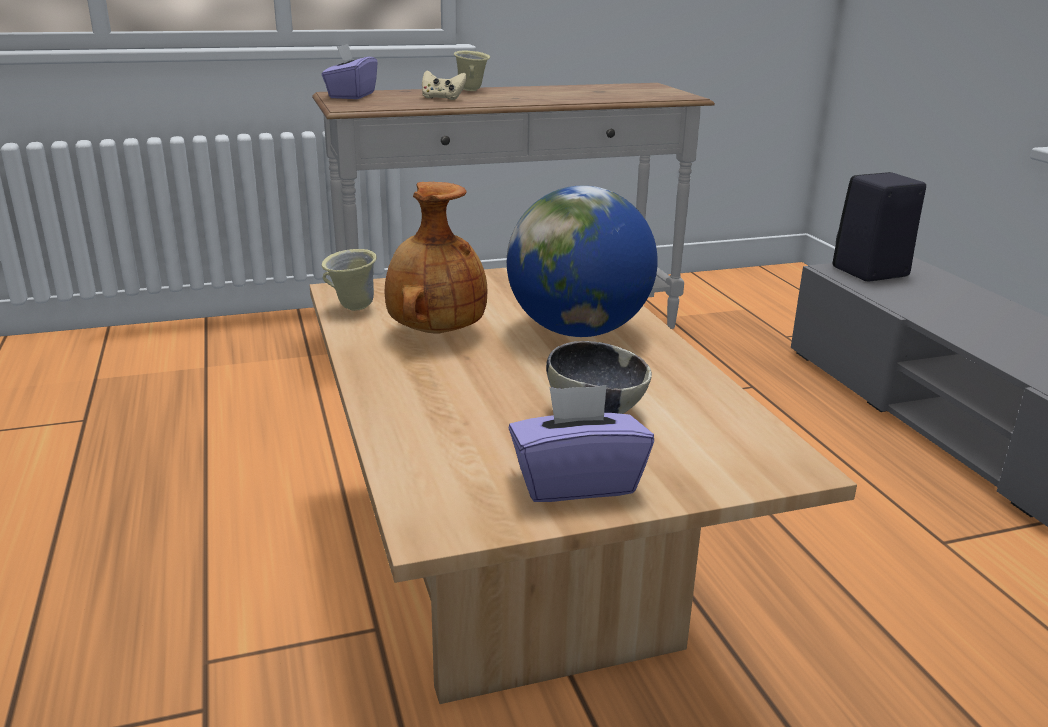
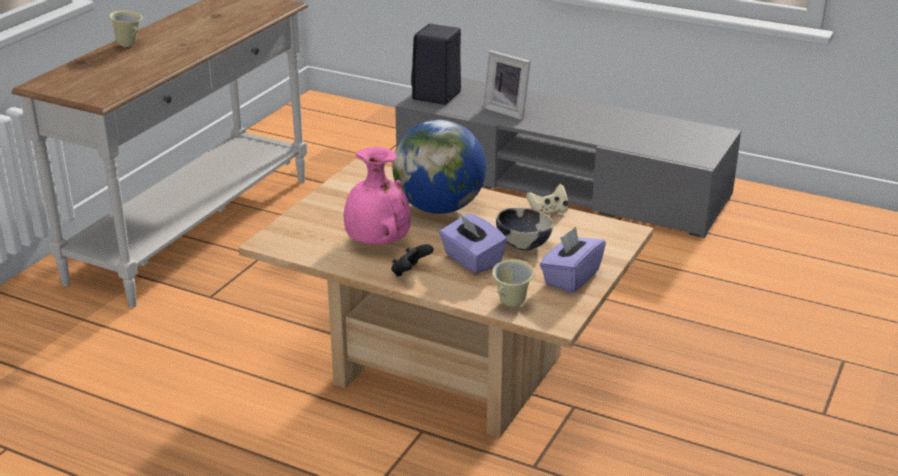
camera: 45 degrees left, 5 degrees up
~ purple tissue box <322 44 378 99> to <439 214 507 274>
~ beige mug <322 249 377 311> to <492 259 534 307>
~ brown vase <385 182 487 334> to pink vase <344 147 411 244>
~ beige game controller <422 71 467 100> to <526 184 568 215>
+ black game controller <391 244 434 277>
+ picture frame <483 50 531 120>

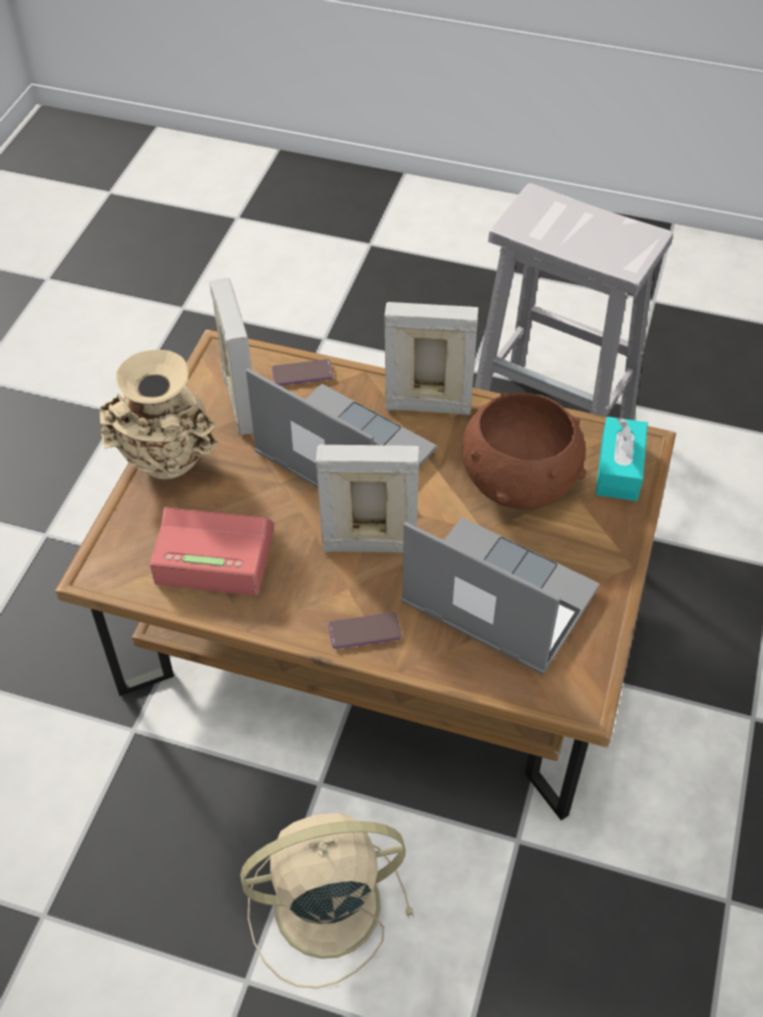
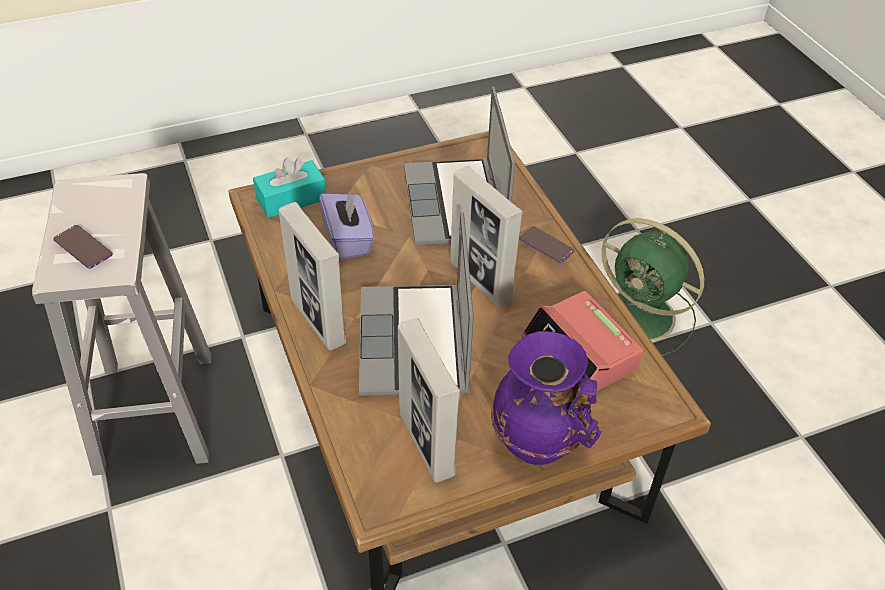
camera: 130 degrees left, 5 degrees down
~ beige vase <100 350 218 479> to purple vase <491 331 602 465>
~ picture frame <209 278 253 435> = <398 318 460 482> 60 degrees counterclockwise
~ beige fan <240 813 414 989> to green fan <601 218 704 356>
~ phone <272 359 333 386> to <53 225 113 269>
~ brown bowl <463 392 586 509> to purple tissue box <319 190 375 260>

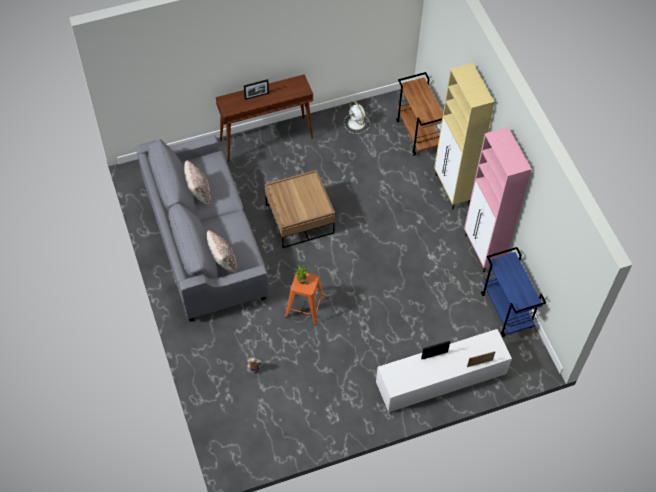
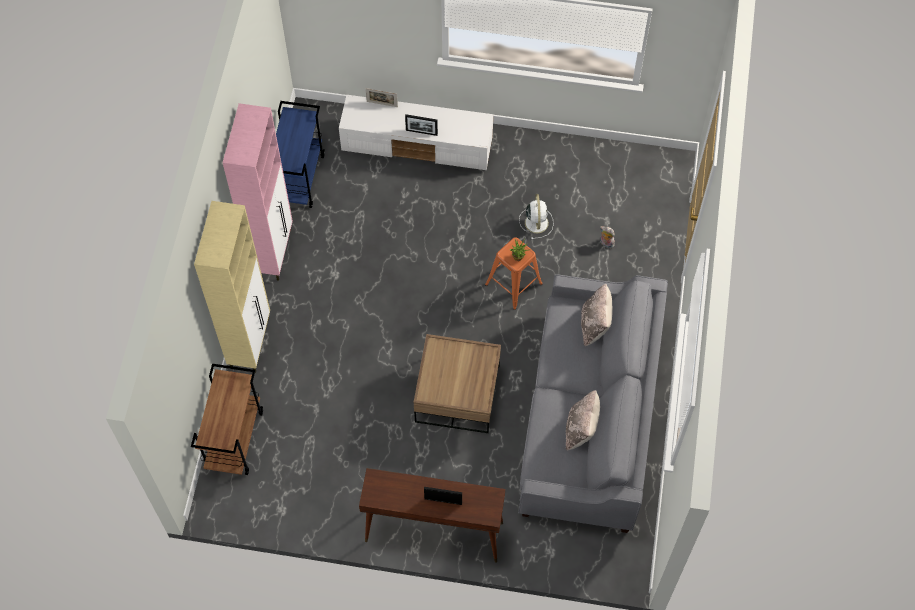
camera: 150 degrees left, 5 degrees up
~ white fan <344 101 370 134> to <519 194 554 239>

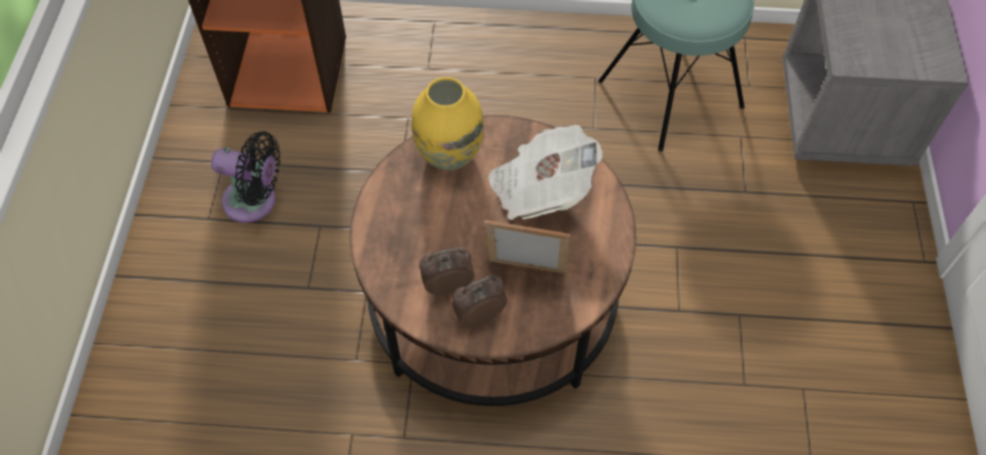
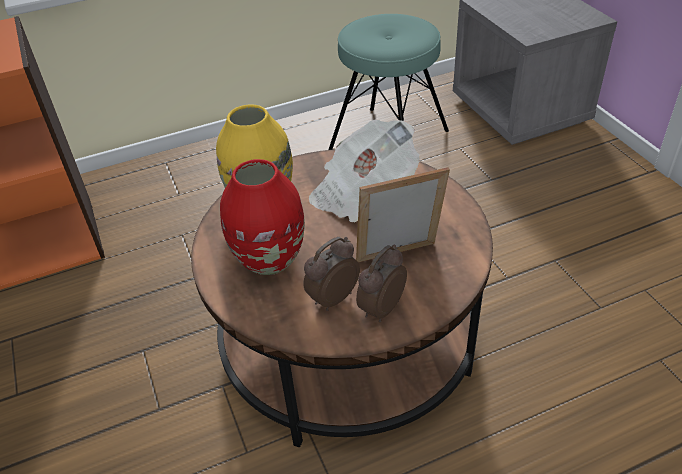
camera: 25 degrees left, 15 degrees down
- black fan <211 131 280 223>
+ red vase <220 159 305 275>

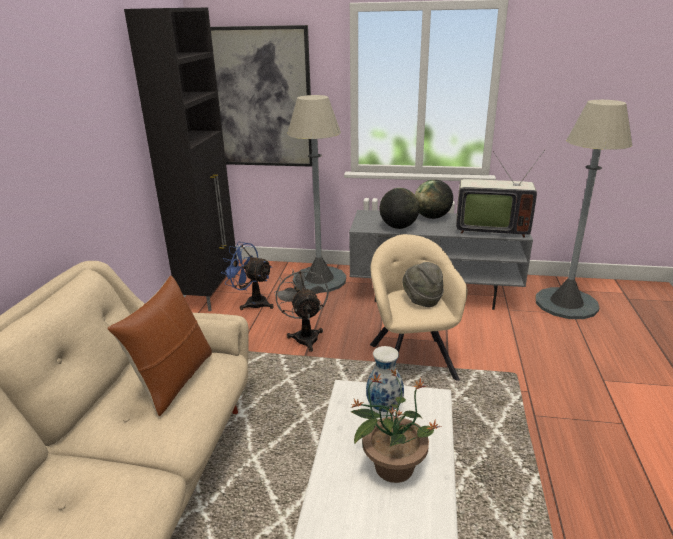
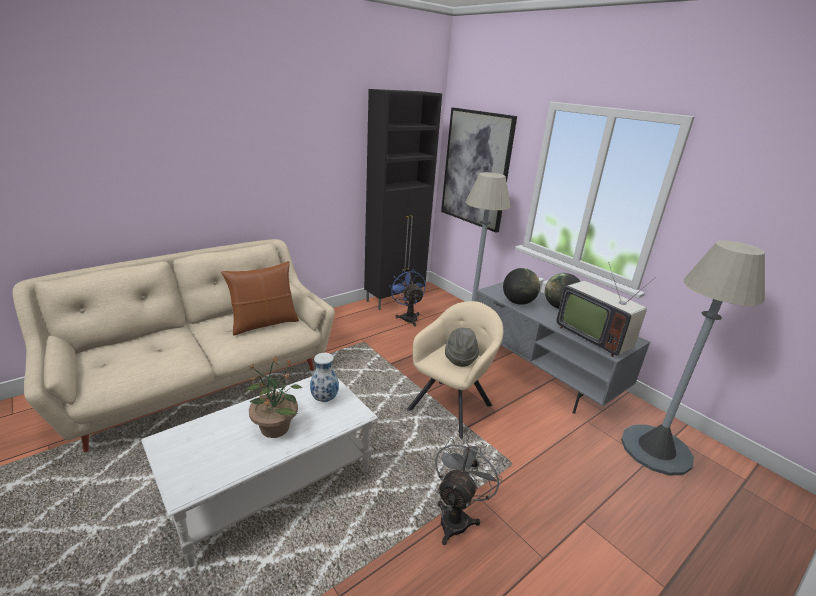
camera: 40 degrees right, 0 degrees up
~ grey fan <274 267 328 352> to <435 436 502 545>

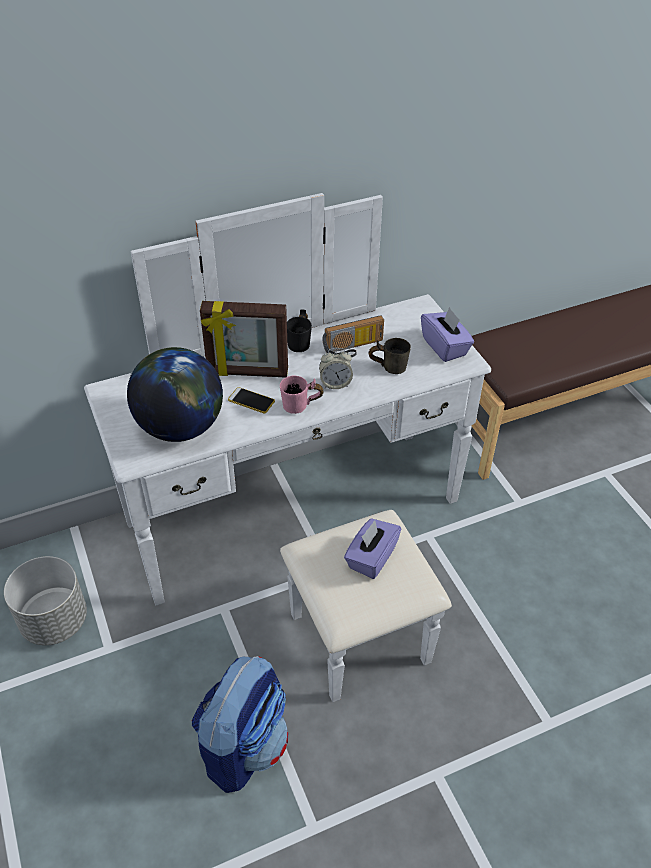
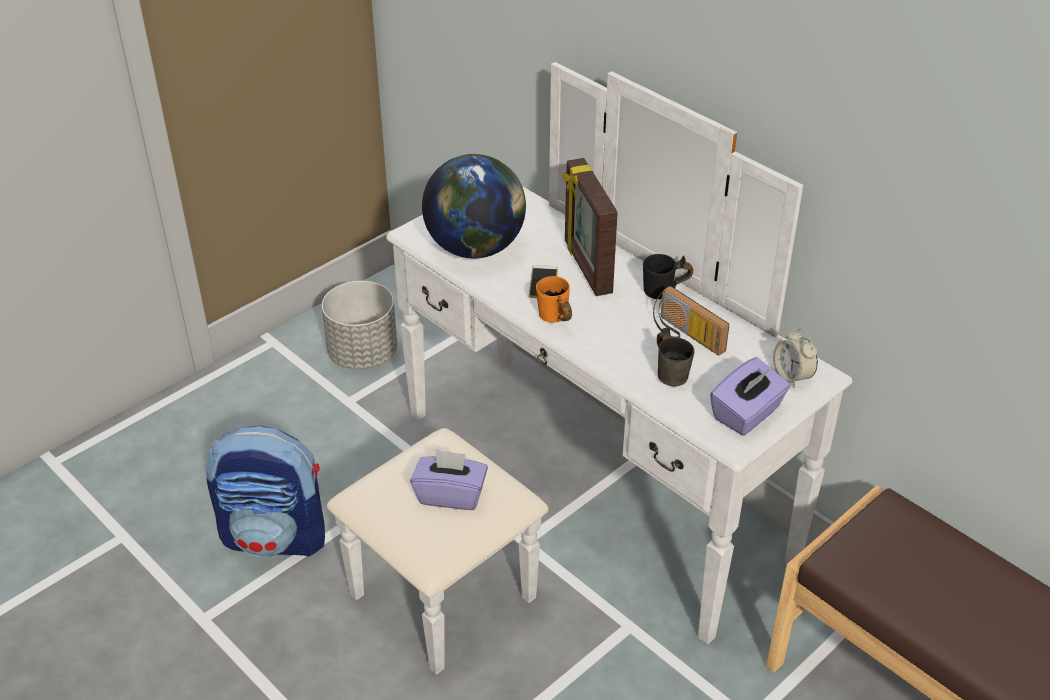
camera: 70 degrees right, 5 degrees down
~ pink mug <280 376 323 414> to orange mug <536 276 572 323>
~ alarm clock <319 348 353 389> to <773 328 818 388>

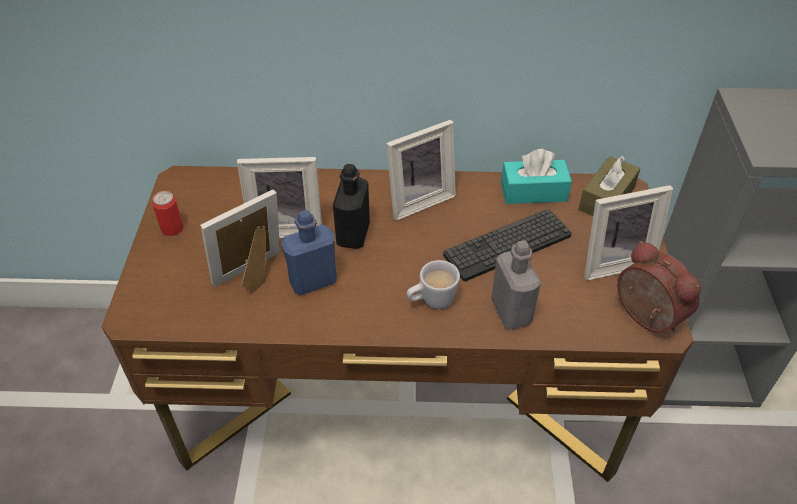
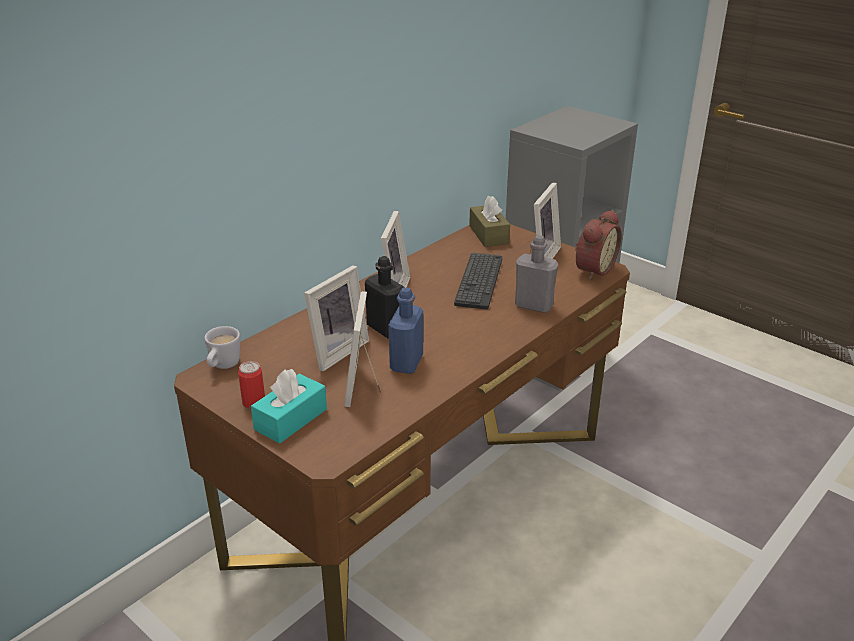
camera: 50 degrees left, 15 degrees down
~ white mug <407 260 460 309> to <204 326 240 369>
~ turquoise tissue box <501 149 572 204> to <251 369 327 444>
~ alarm clock <617 241 701 333> = <575 210 621 280> 120 degrees clockwise

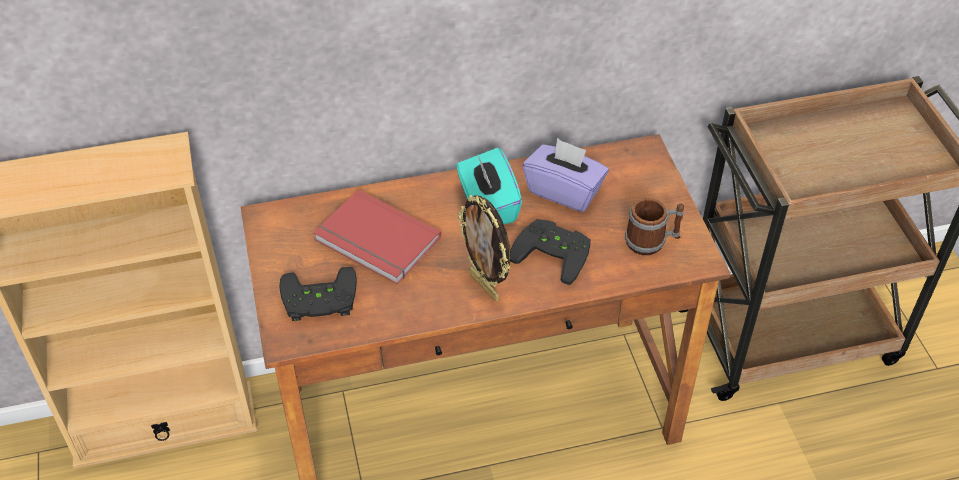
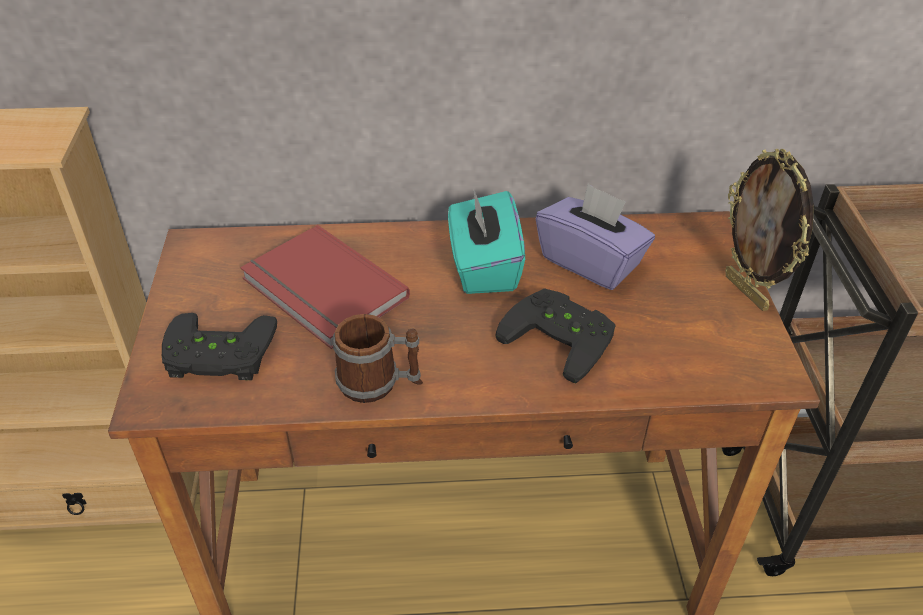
camera: 10 degrees right, 5 degrees down
~ picture frame <457 195 511 301> to <725 149 814 311>
~ mug <625 198 684 255> to <333 314 423 403>

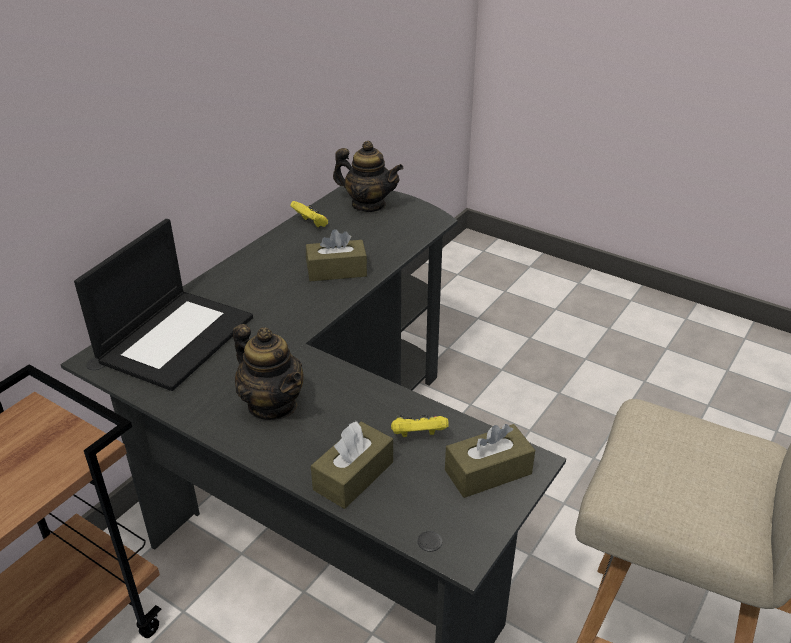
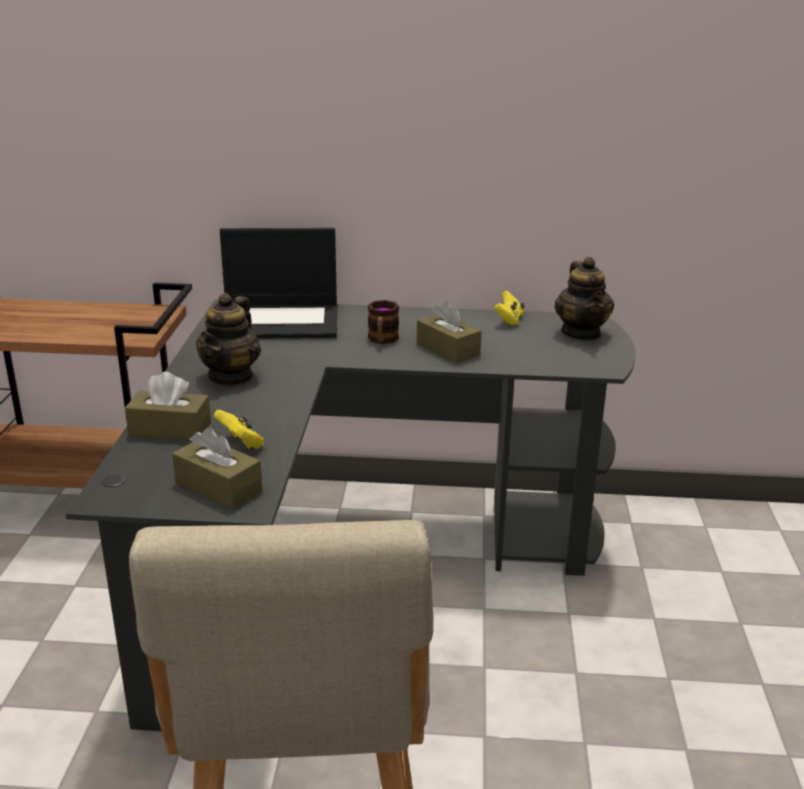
camera: 60 degrees right, 10 degrees down
+ mug <368 300 399 344>

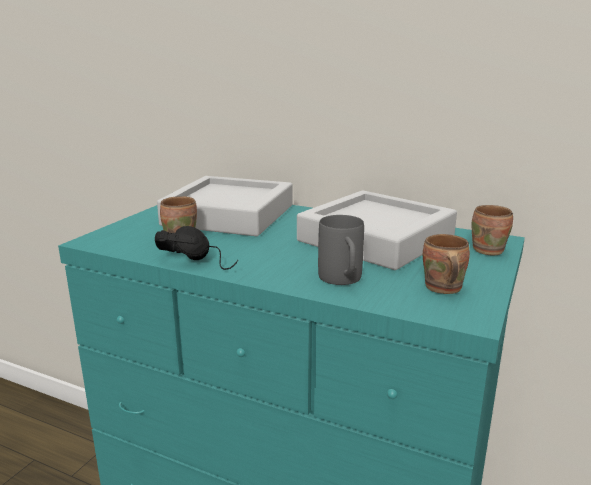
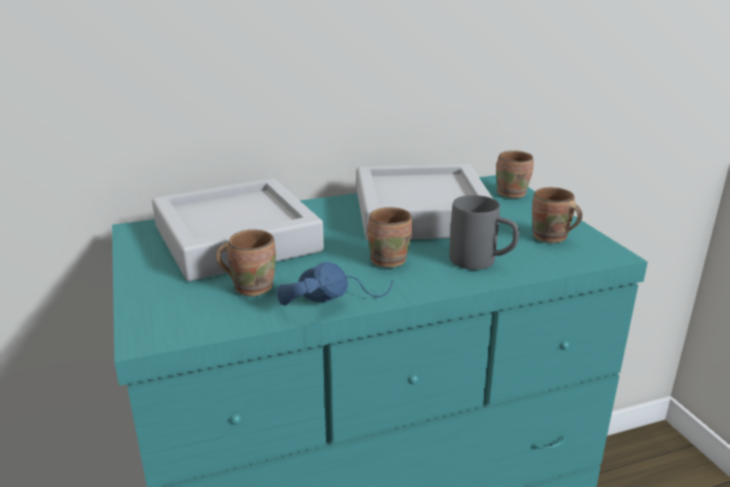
camera: 45 degrees left, 5 degrees up
~ black headphones <155 226 238 270> to blue headphones <277 262 393 306>
+ brown mug <367 207 412 268>

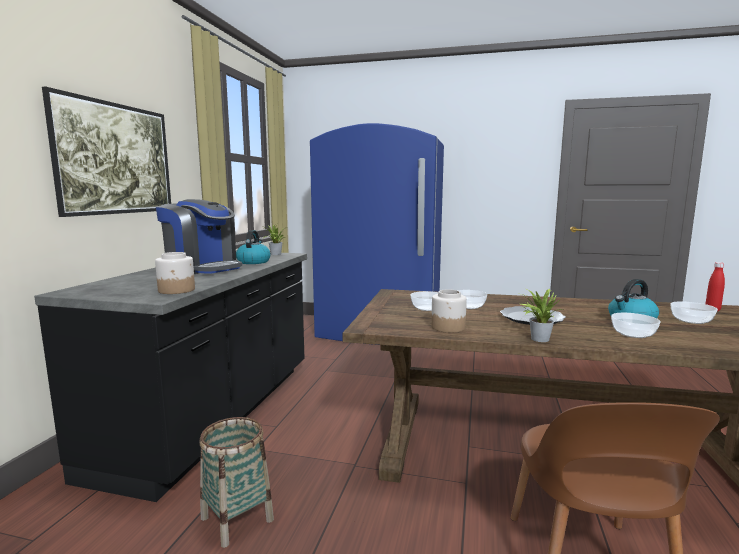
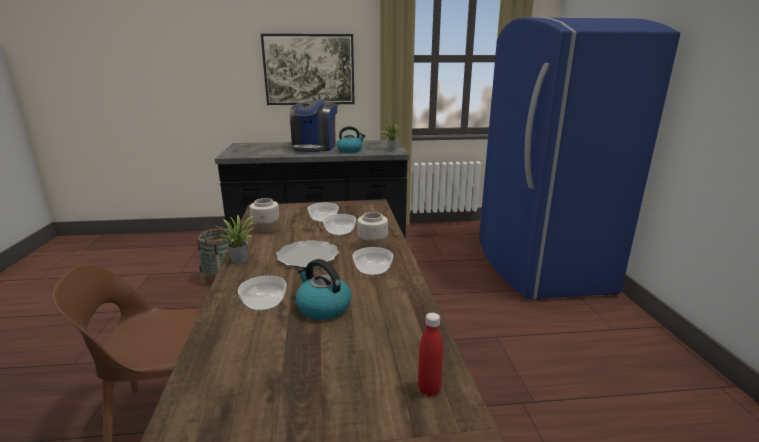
camera: 70 degrees right, 10 degrees up
~ jar <155 252 195 294> to <357 212 388 249>
~ bowl <670 301 718 324> to <352 247 393 275>

